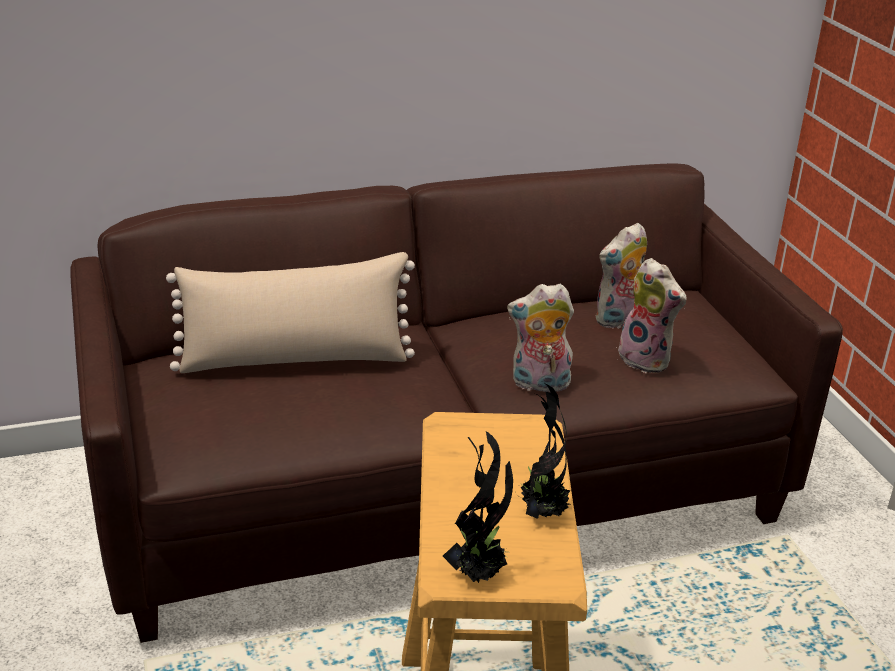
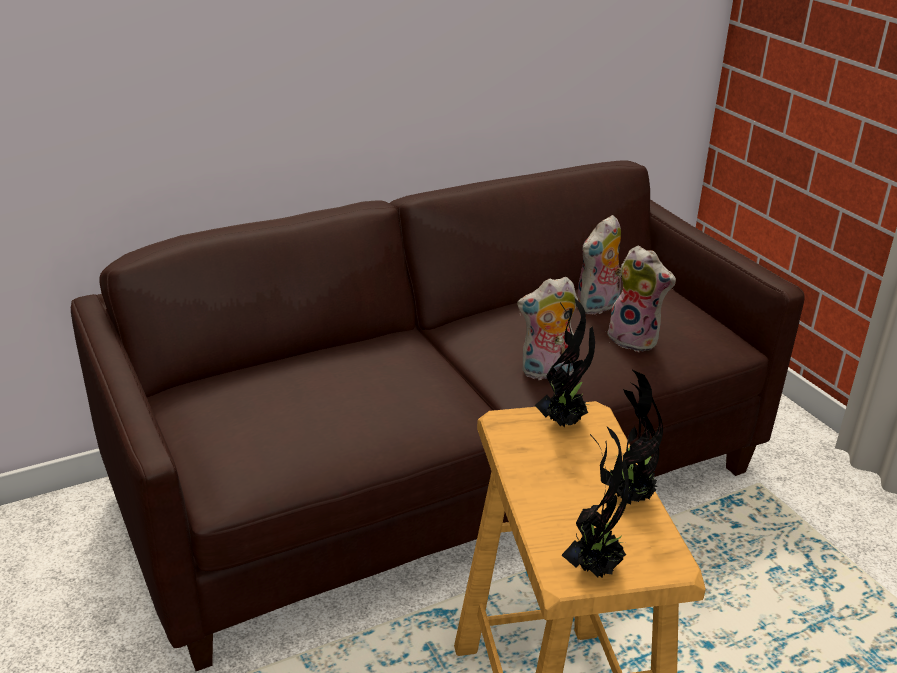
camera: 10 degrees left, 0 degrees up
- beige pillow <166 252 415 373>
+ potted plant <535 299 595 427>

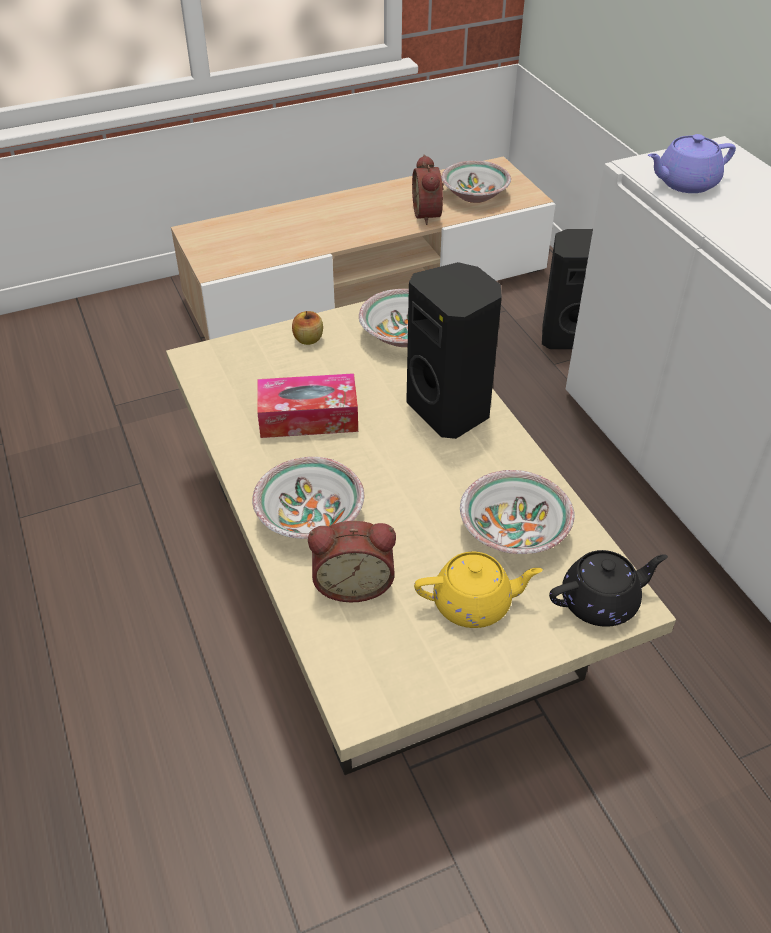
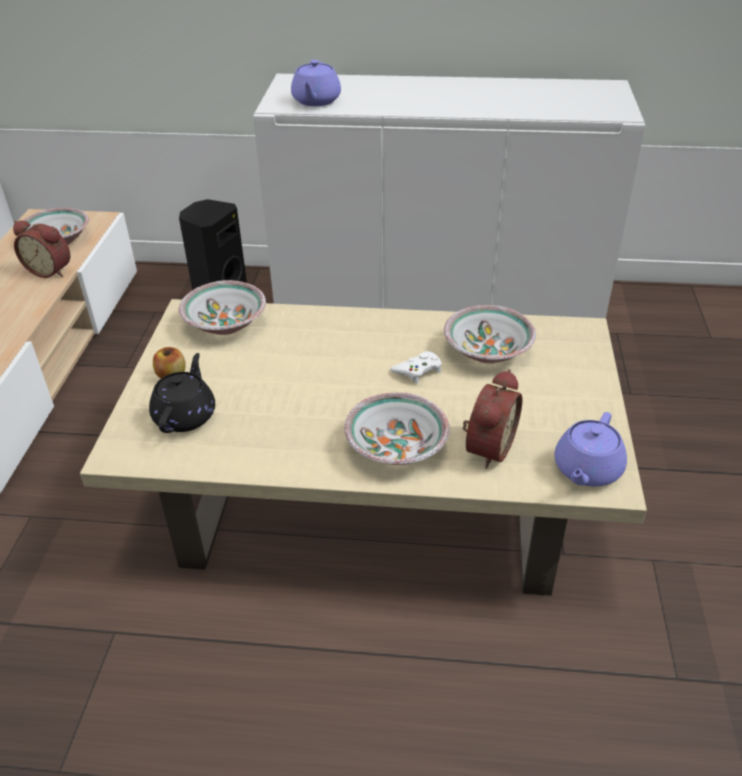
camera: 60 degrees left, 5 degrees down
- tissue box <257 373 358 438>
- black speaker <406 262 502 439>
- yellow teapot <414 552 543 628>
~ black teapot <549 550 668 627> to <149 353 215 433>
+ white game controller <390 351 442 384>
+ purple teapot <554 412 627 486>

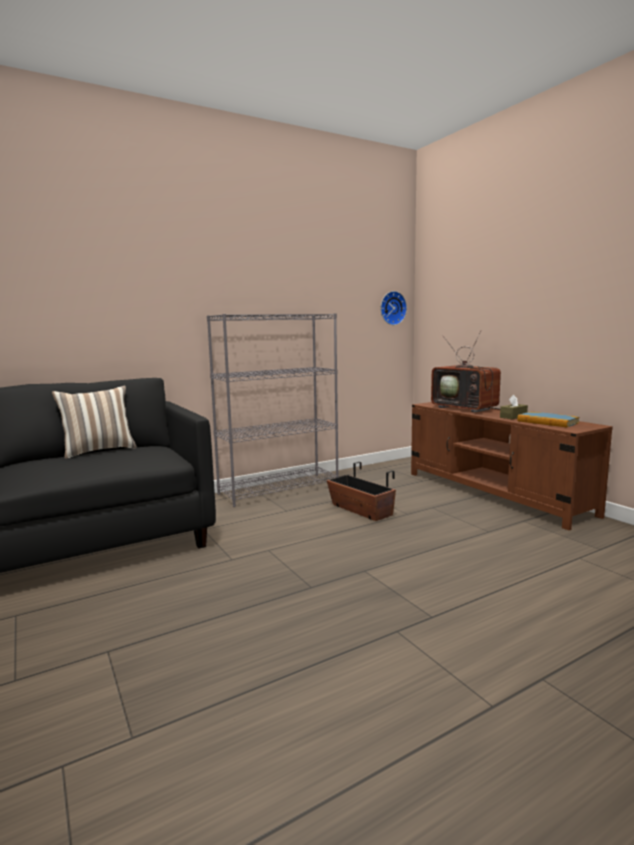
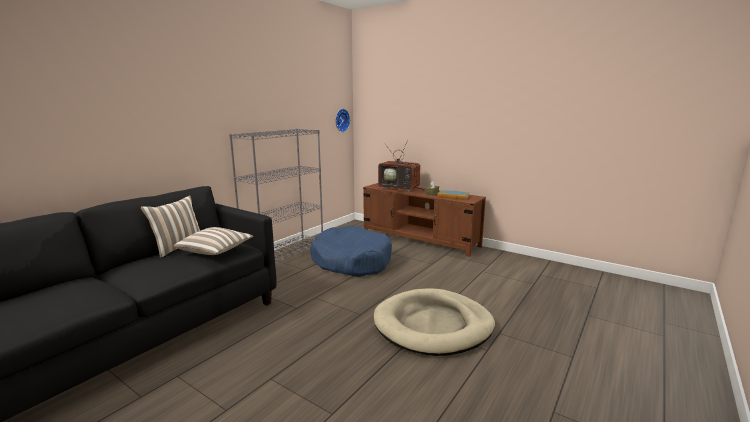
camera: 25 degrees left, 5 degrees up
~ planter <327 462 396 521> to blue dog bed <310 226 392 277>
+ pillow <174 227 253 255>
+ beige dog bed <374 288 495 356>

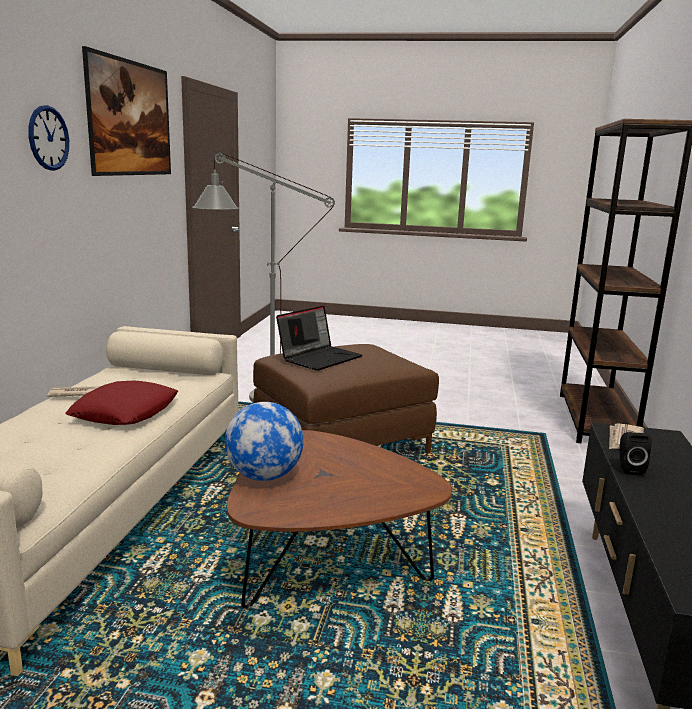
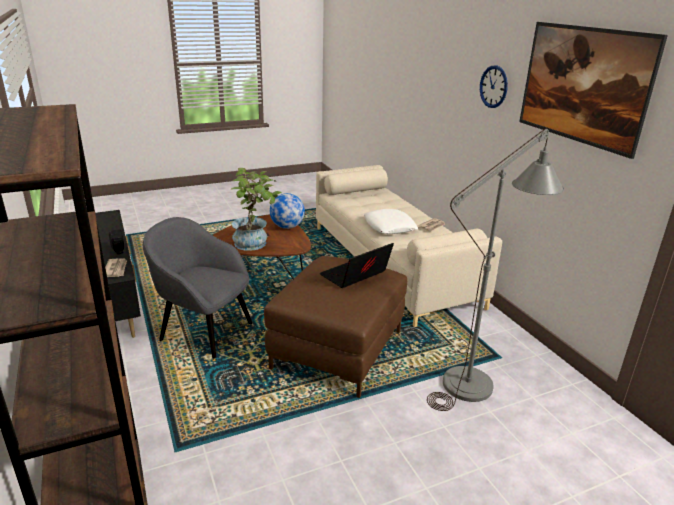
camera: 145 degrees right, 10 degrees up
~ red pillow <65 381 178 425> to white pillow <364 209 418 234>
~ laptop <276 306 362 371> = <320 243 394 288> 45 degrees clockwise
+ grey armchair <143 217 252 358>
+ potted plant <230 168 282 251>

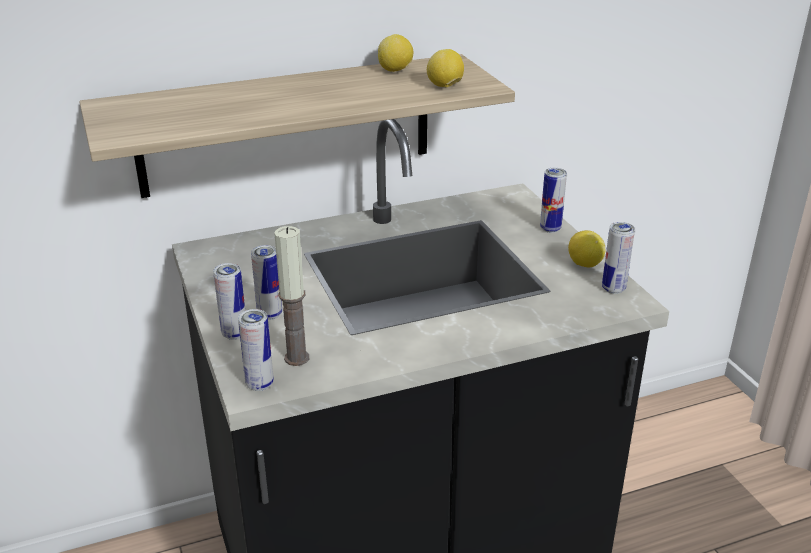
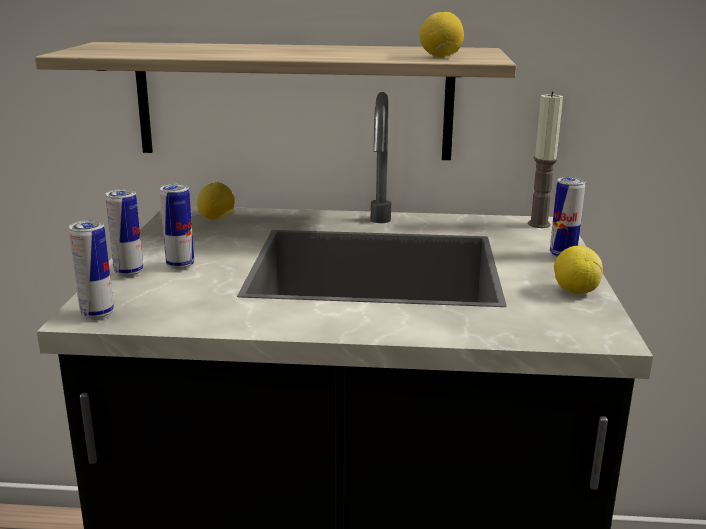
camera: 25 degrees right, 10 degrees down
~ candle <274 226 309 366> to <528 92 563 228>
~ lemon <378 34 413 72> to <197 182 235 220>
- can <602 222 635 294>

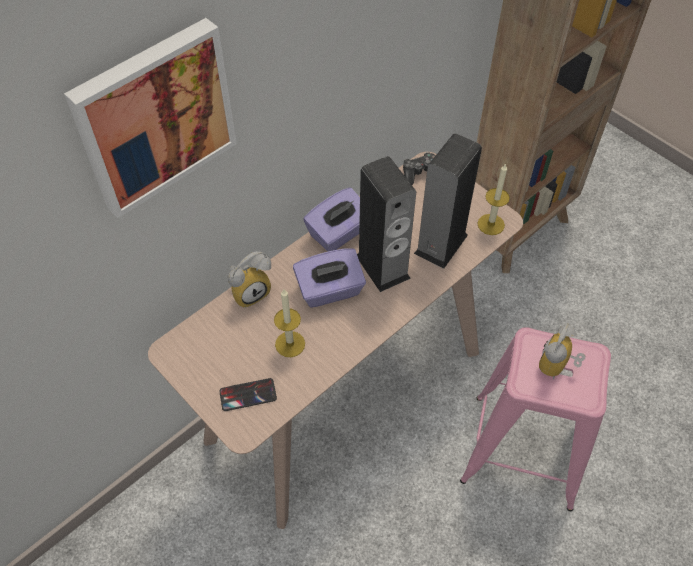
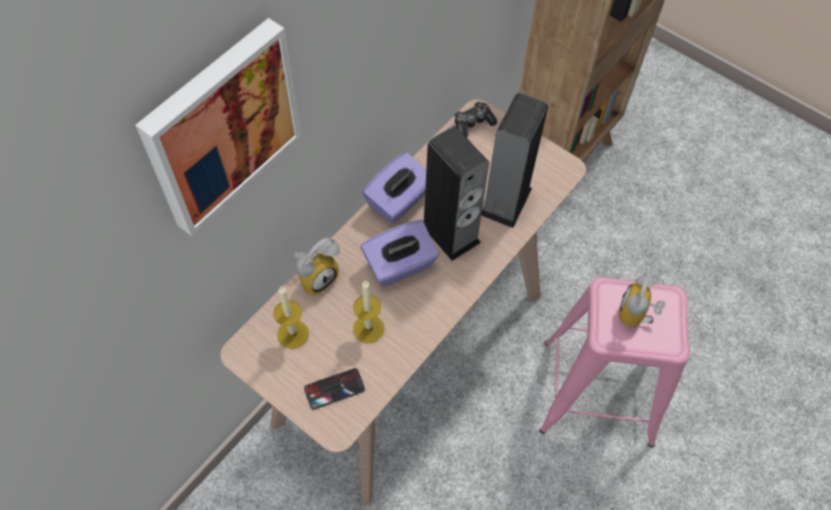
camera: 10 degrees left, 5 degrees up
~ candle <477 163 510 235> to <274 287 309 349>

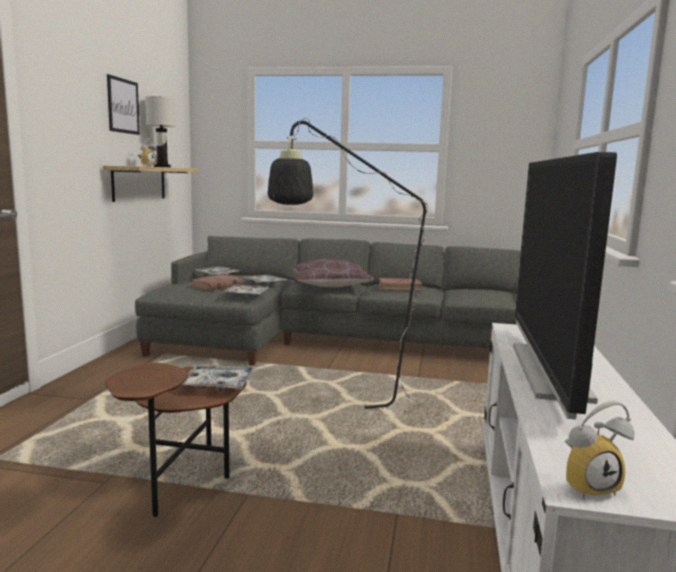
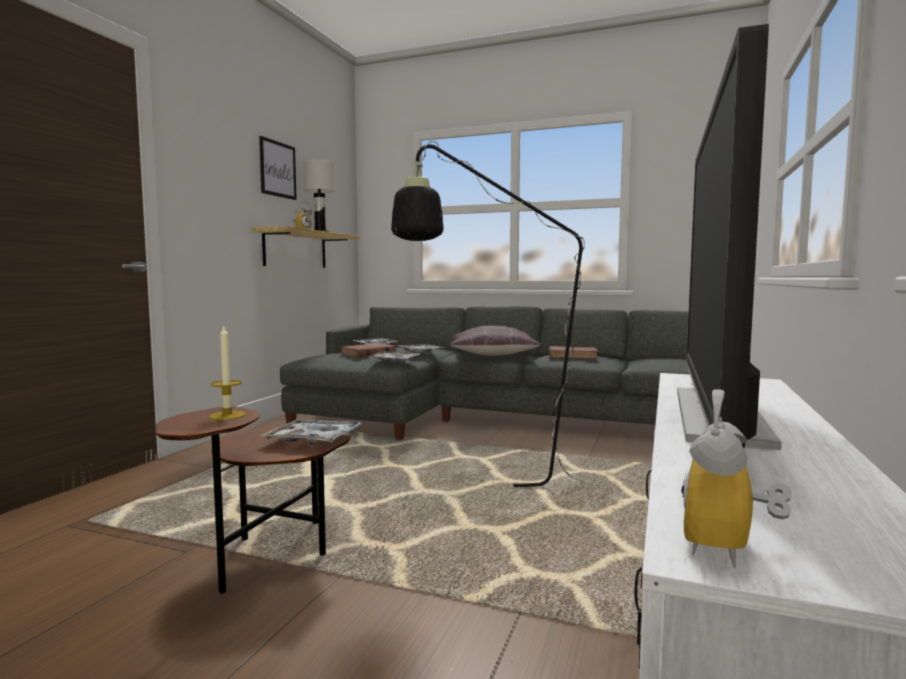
camera: 10 degrees right, 5 degrees down
~ alarm clock <565 401 634 500> = <682 389 792 568> 120 degrees clockwise
+ candle <209 324 246 420>

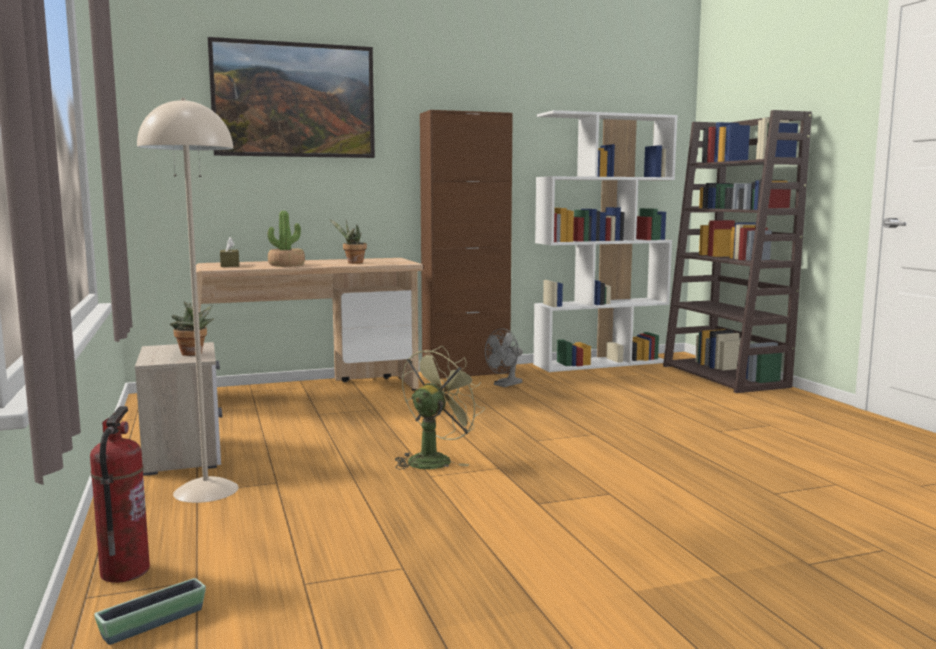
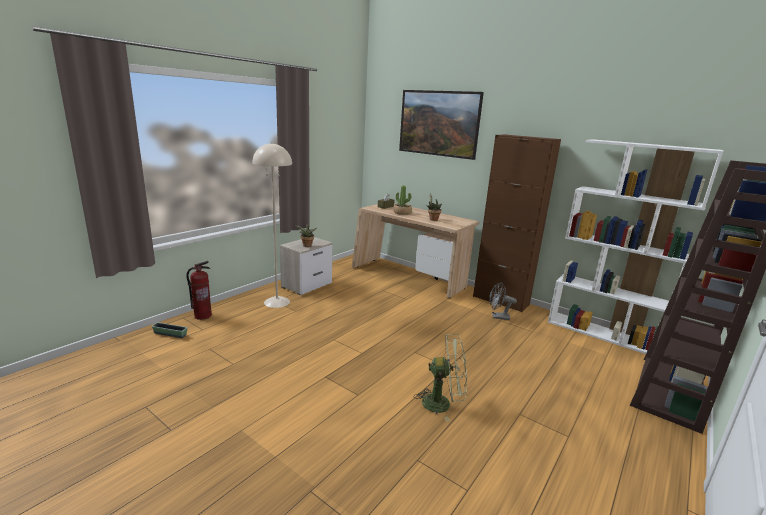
camera: 55 degrees right, 10 degrees up
~ green fan <395 346 485 470> to <414 334 467 422>

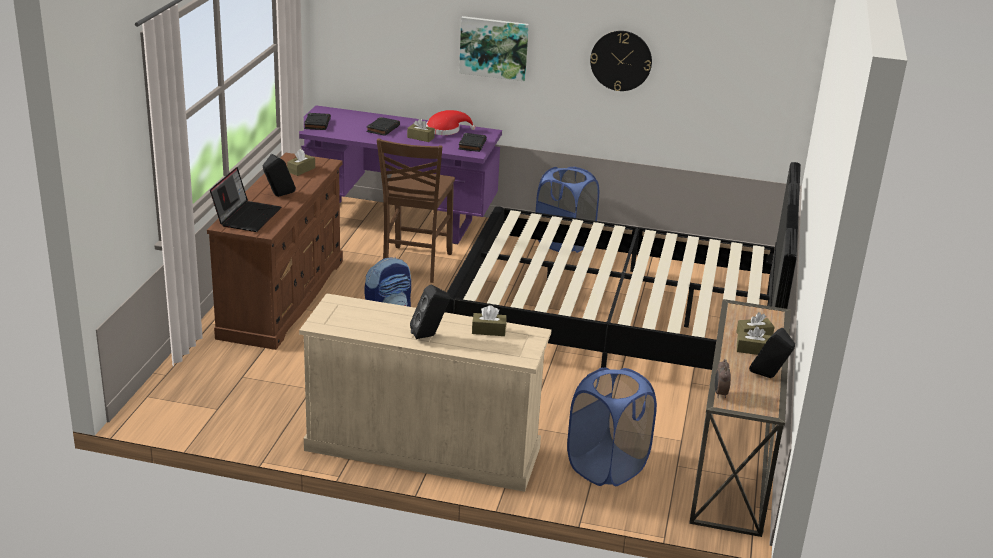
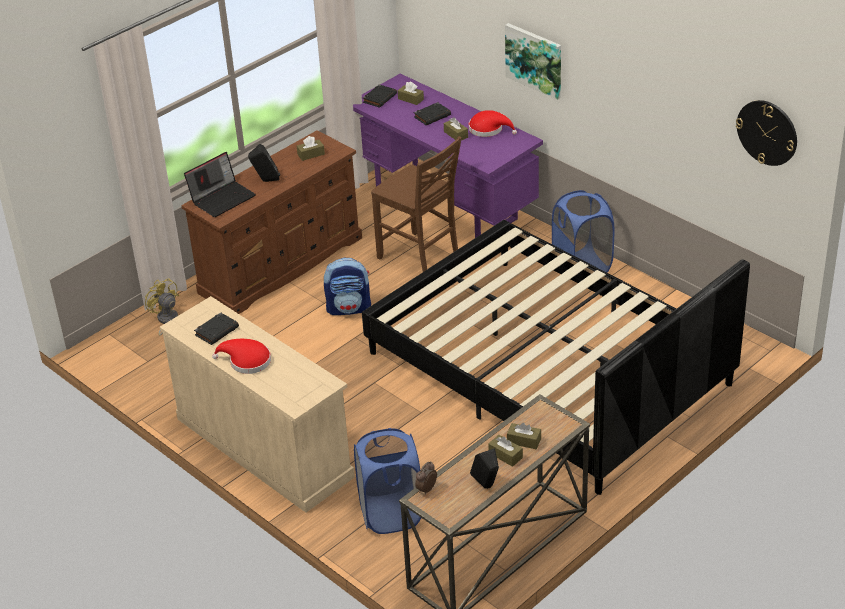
camera: 35 degrees right, 10 degrees up
~ brown chair <377 138 455 283> = <371 136 462 272> 90 degrees counterclockwise
~ black speaker <410 285 450 339> to red hat <212 339 271 374>
~ black book <459 133 487 152> to <194 312 239 345>
~ brown tissue box <472 305 507 336> to <398 82 424 105>
~ wall clock <590 31 652 91> to <736 100 797 166>
+ yellow fan <145 278 179 336>

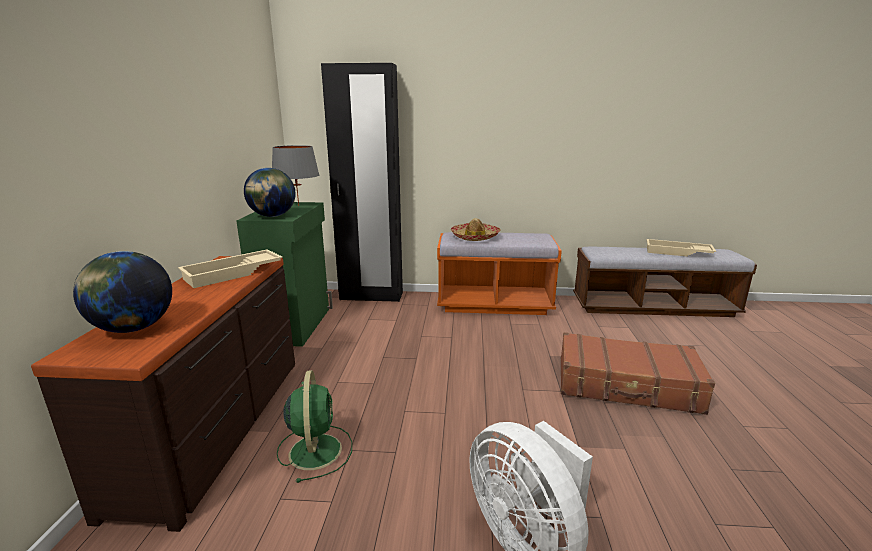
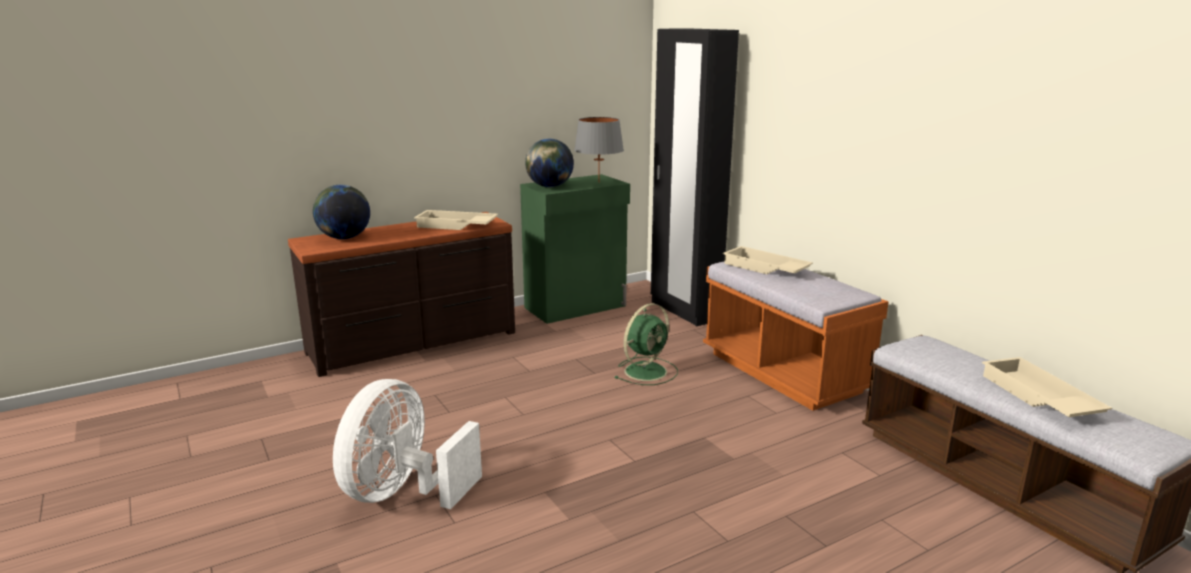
camera: 55 degrees right, 0 degrees up
~ green fan <277 370 352 483> to <615 303 678 385>
~ hat <451 218 501 241> to beige tray <723 246 813 274>
- brown suitcase <560 332 715 415>

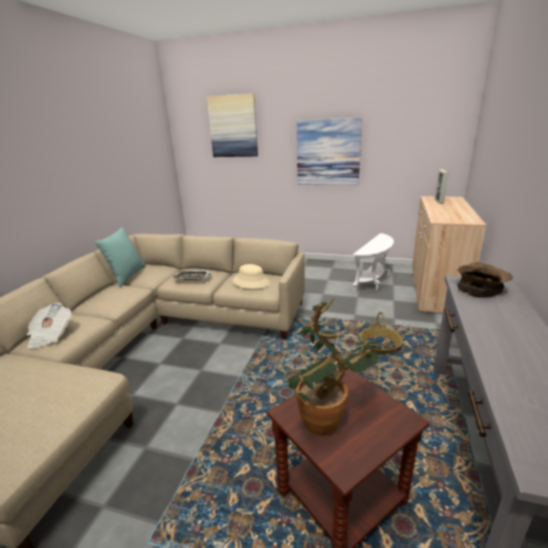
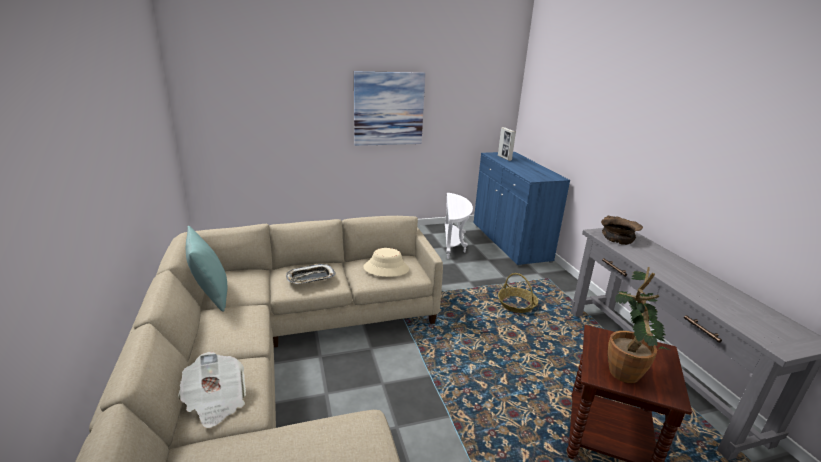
camera: 35 degrees left, 0 degrees up
- picture <207 93 258 157>
~ beige cabinet <412 196 486 313> to blue cabinet <474 152 570 266>

